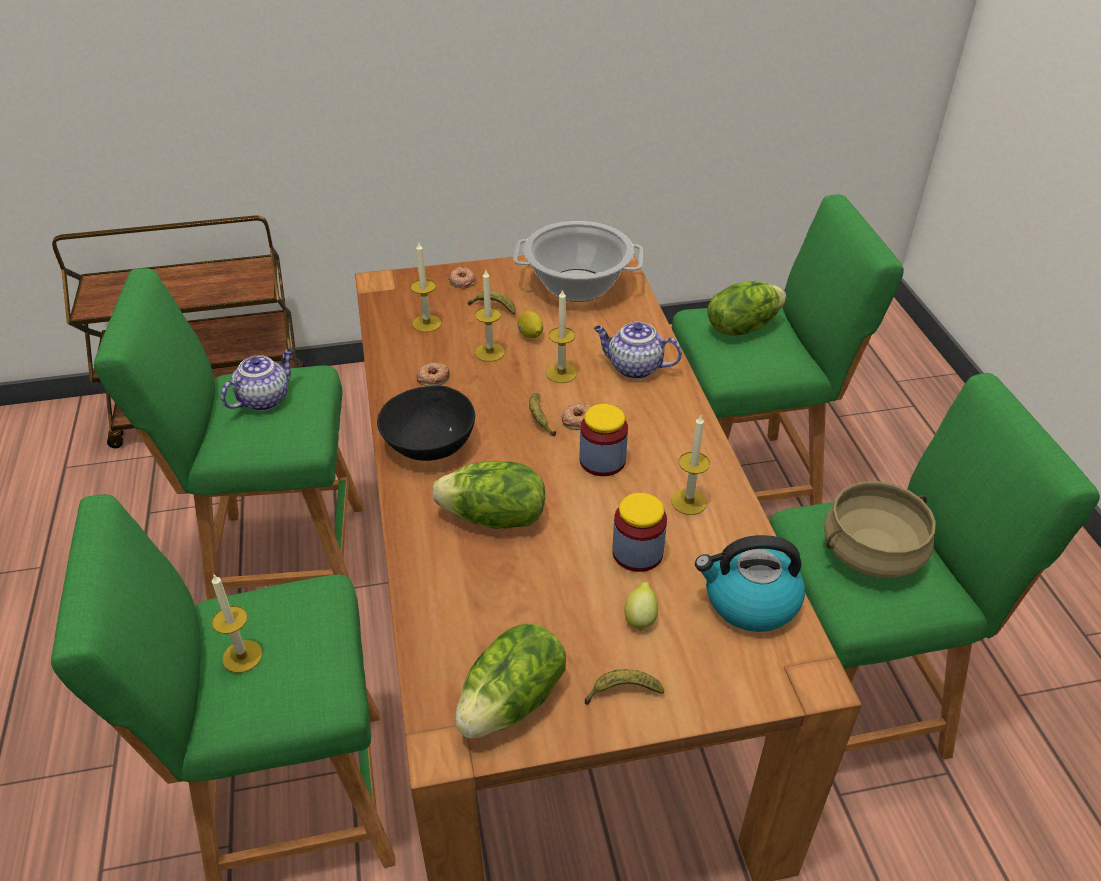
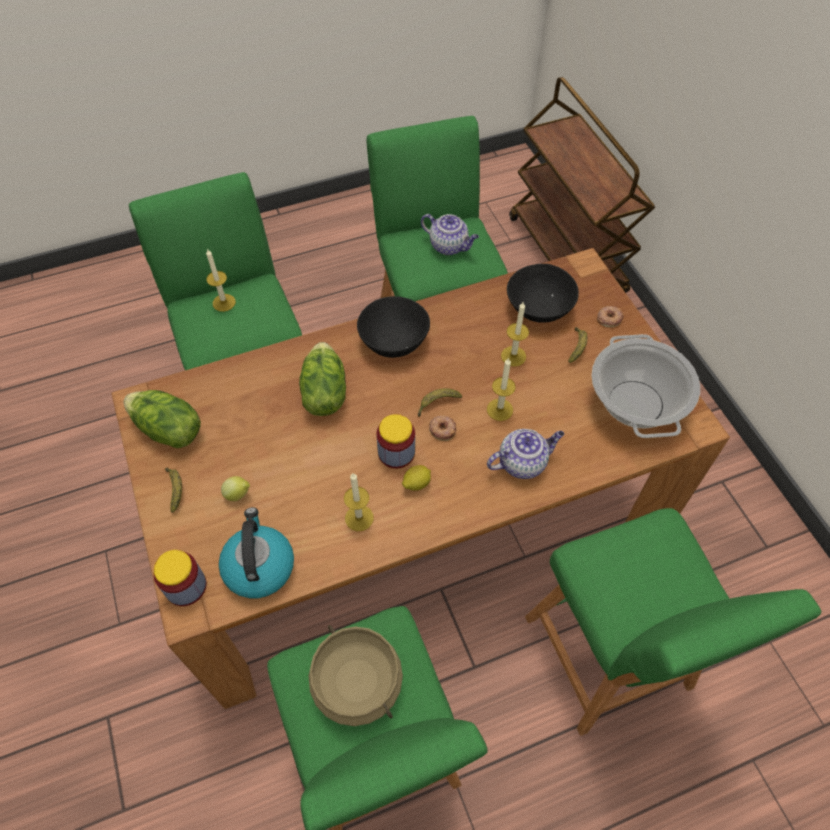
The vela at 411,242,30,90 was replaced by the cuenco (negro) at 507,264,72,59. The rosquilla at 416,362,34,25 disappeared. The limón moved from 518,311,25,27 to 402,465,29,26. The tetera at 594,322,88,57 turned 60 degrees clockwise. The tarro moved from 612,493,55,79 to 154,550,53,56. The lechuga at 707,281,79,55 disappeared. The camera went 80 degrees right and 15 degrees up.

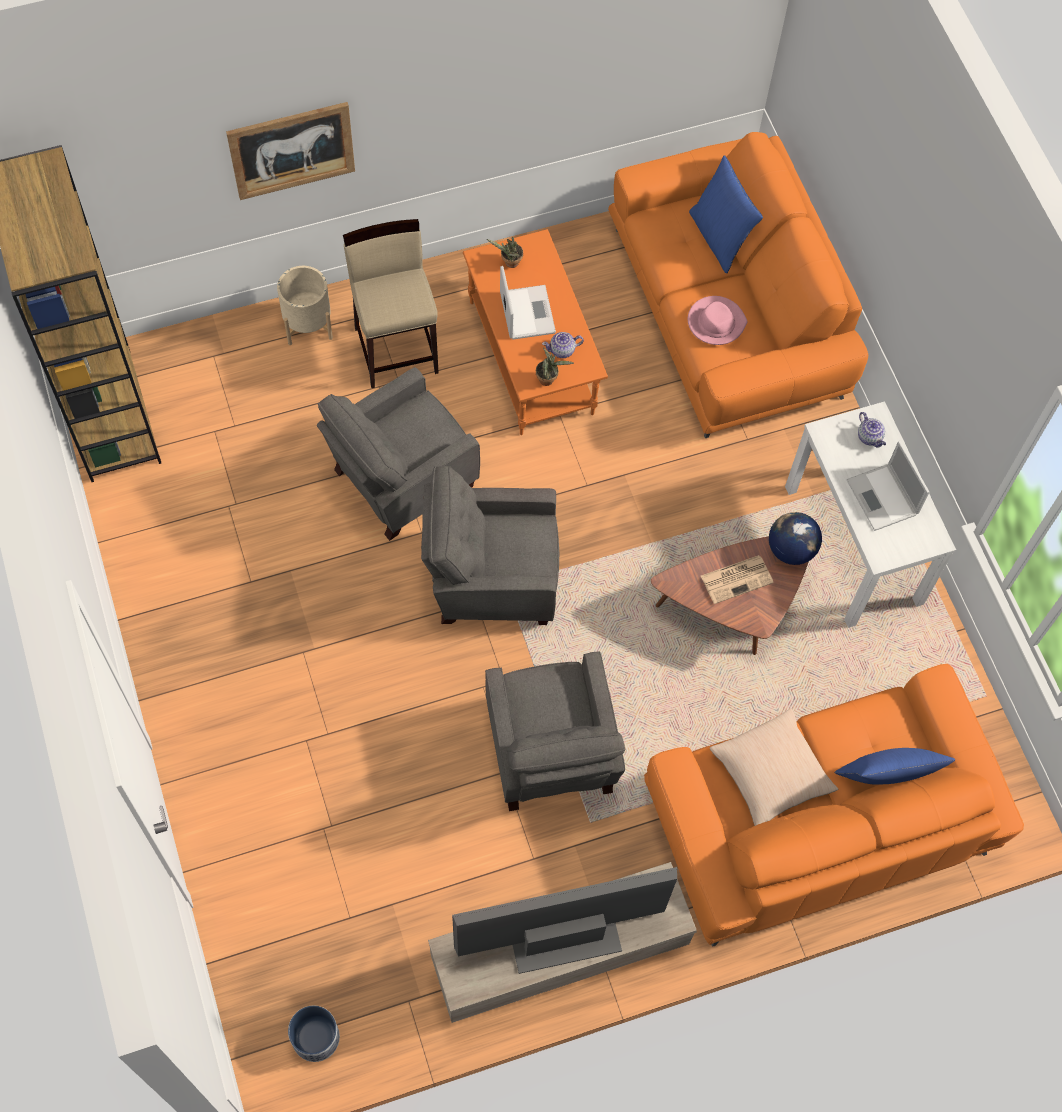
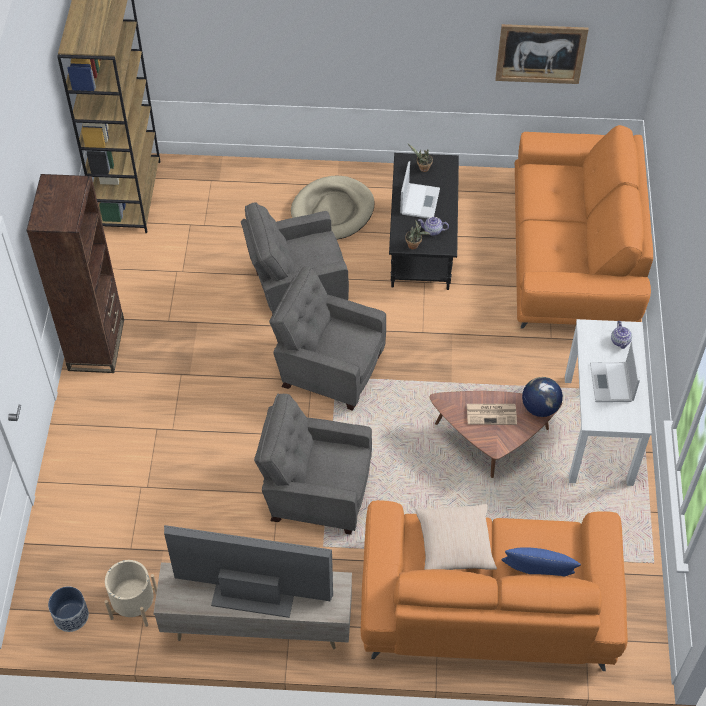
The cuadro moved from 226,102,129,98 to 495,24,94,60. The maceta (beis) moved from 277,266,56,79 to 105,560,52,67. The taburete (beis) at 343,219,96,169 was replaced by the cama para perro (beis) at 291,176,83,63. The mesa de centro (naranja) at 463,229,145,206 became the mesa de centro (negro) at 389,153,70,137. The sillón (gris) at 485,652,141,159 turned 90 degrees clockwise. The sombrero (rosa) at 688,296,60,49 disappeared. The cojín (azul) at 689,155,74,119 disappeared. The estantería (marrón) at 26,174,98,199 appeared. The camera went 25 degrees right and 10 degrees down.

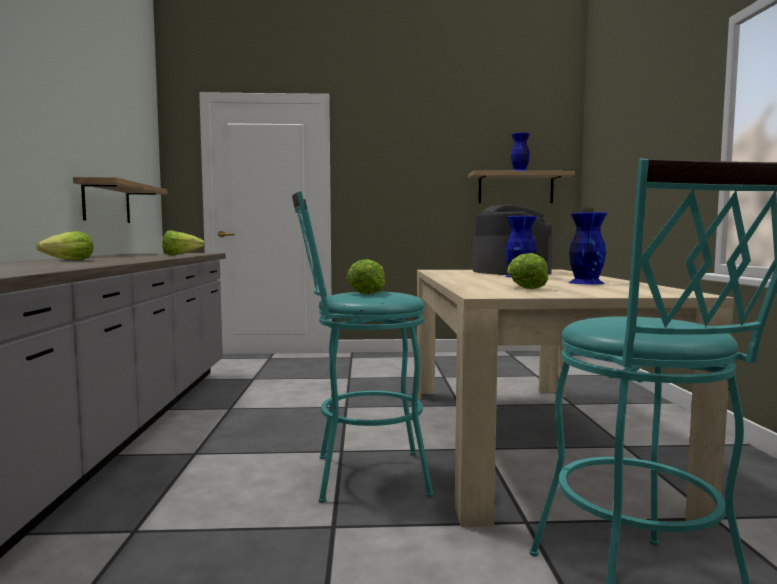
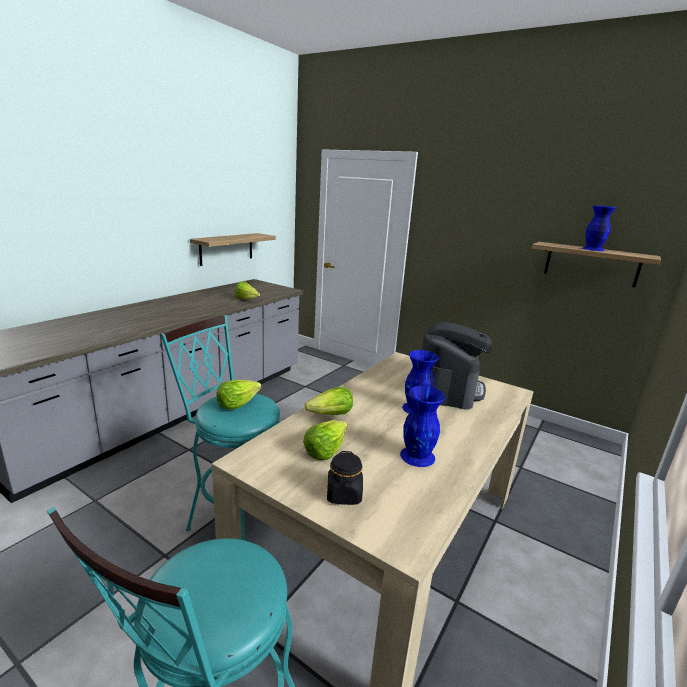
The lechuga moved from 36,231,58,29 to 305,387,48,28. The tarro (negro) at 327,451,36,54 appeared. The camera went 35 degrees right and 15 degrees up.

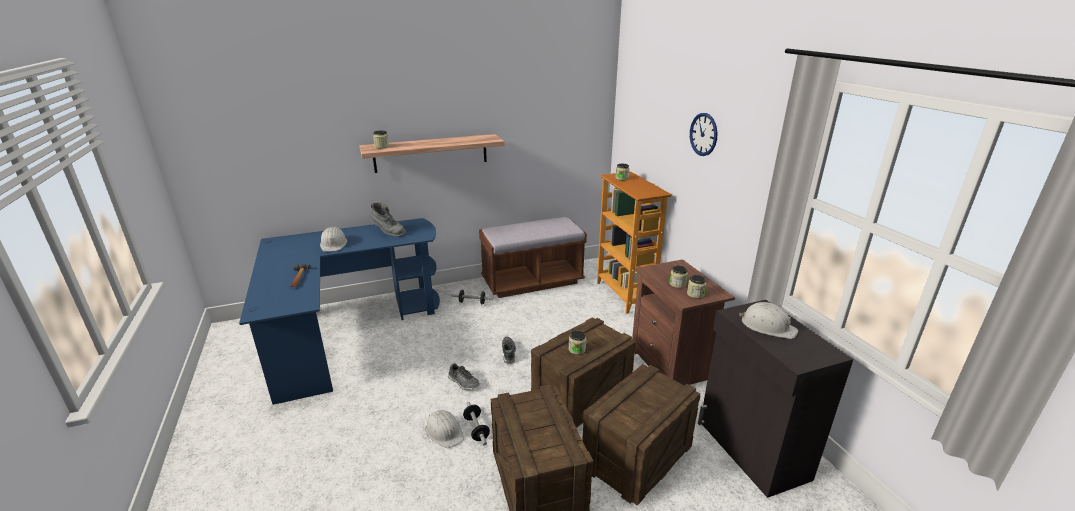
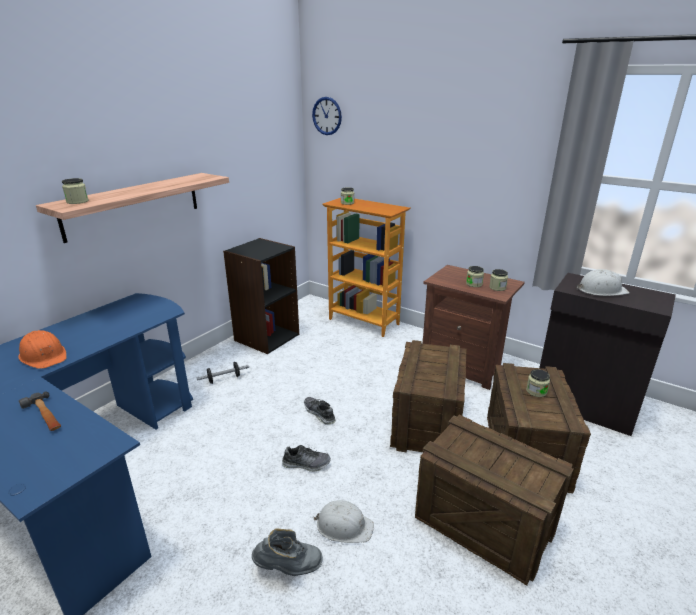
The casco (blanco) at 320,227,27,25 became the casco (naranja) at 18,330,49,39. The bota (gris) moved from 370,202,36,35 to 252,528,71,48. The mancuerna at 463,402,27,44 disappeared. The banco (marrón) at 479,217,108,81 was replaced by the estantería (negro) at 223,238,76,116. The tarro moved from 568,330,18,25 to 526,369,24,28. The reloj de pared moved from 690,113,28,43 to 312,97,30,38. The camera went 35 degrees left and 0 degrees up.

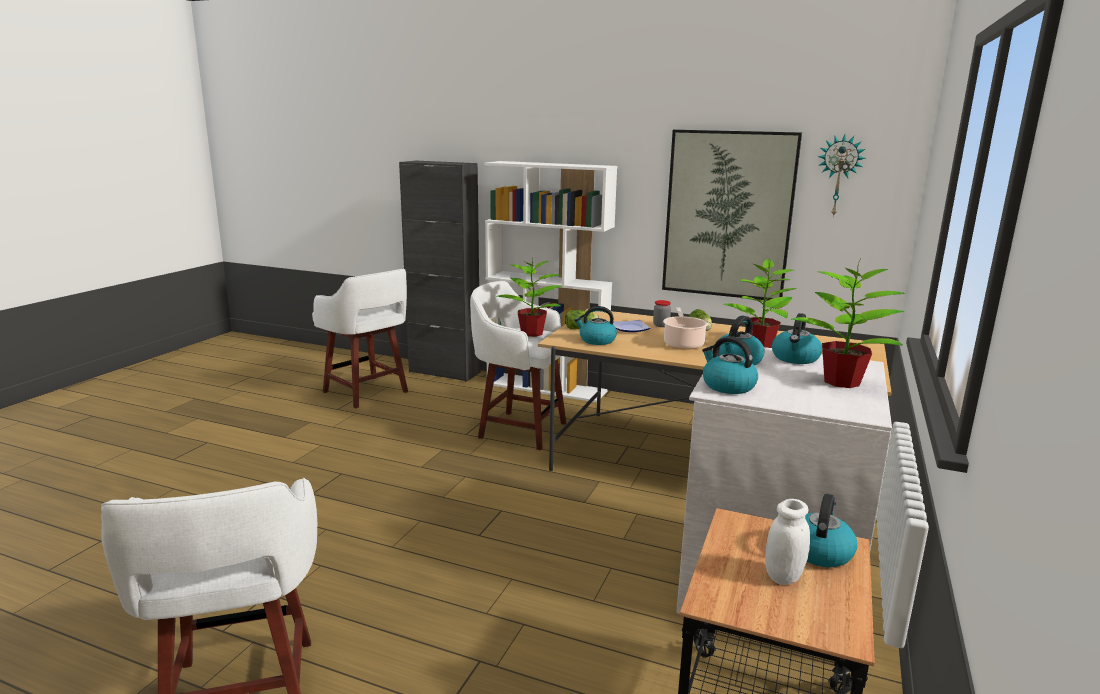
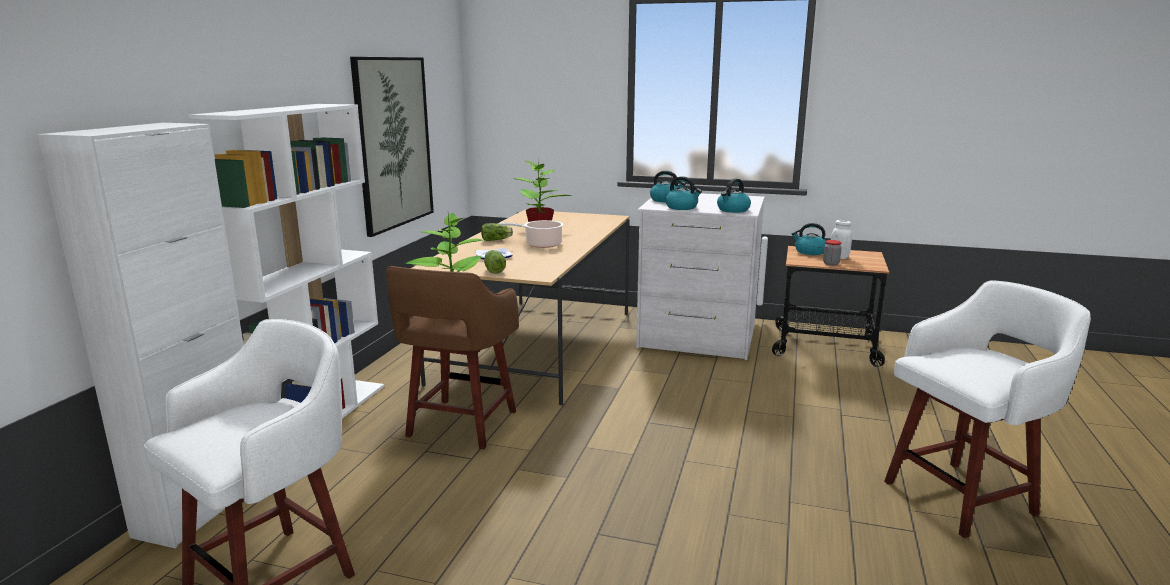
The armario (negro) at 399,161,81,221 became the armario (blanco) at 37,123,207,425. The taburete (blanco) at 470,281,96,169 became the taburete (marrón) at 386,266,133,183. The hervidor at 574,306,43,39 disappeared. The tarro moved from 653,300,18,27 to 823,240,19,26. The planta en maceta at 792,260,114,128 disappeared. The reloj de pared at 818,134,48,83 disappeared. The camera went 95 degrees left and 0 degrees up.

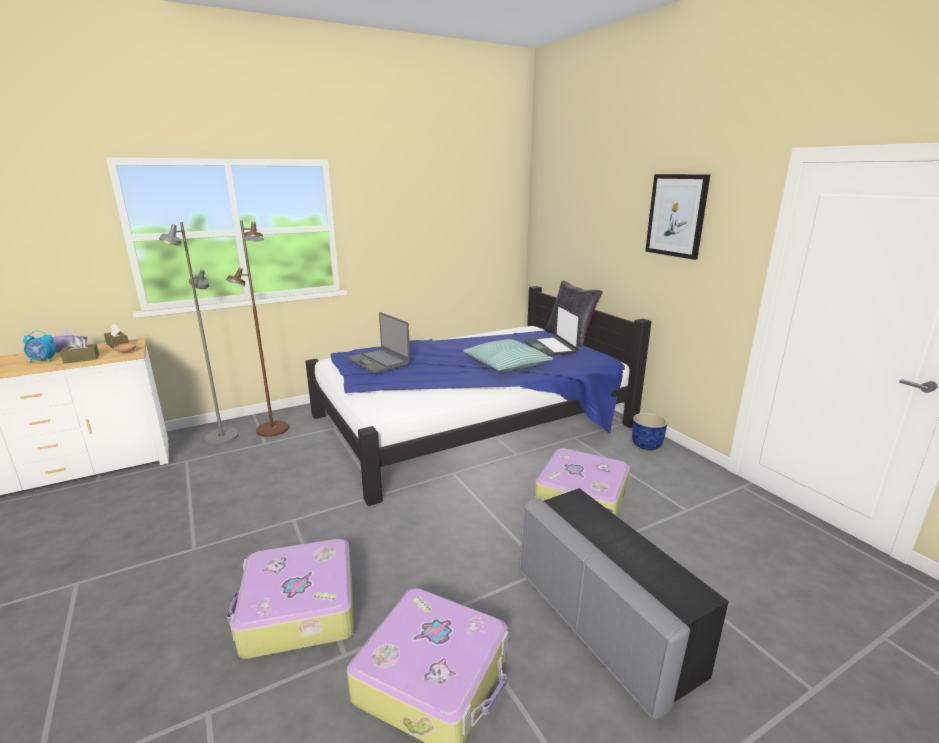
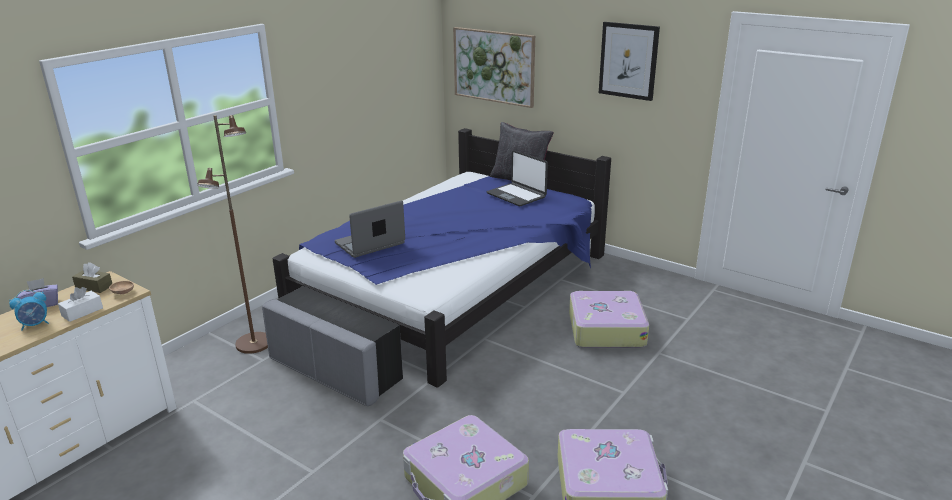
The caja de pañuelos (marrón) at 60,337,39,27 became the caja de pañuelos (blanco) at 58,287,45,35. The lámpara de pie (gris) at 159,222,80,223 disappeared. The portátil at 348,312,62,62 turned 120 degrees clockwise. The cojín at 463,339,91,33 disappeared. The puf (gris) moved from 519,488,210,231 to 262,286,141,120. The maceta (azul) at 632,413,35,37 disappeared. The cuadro at 453,27,82,81 appeared. The camera went 25 degrees left and 5 degrees up.

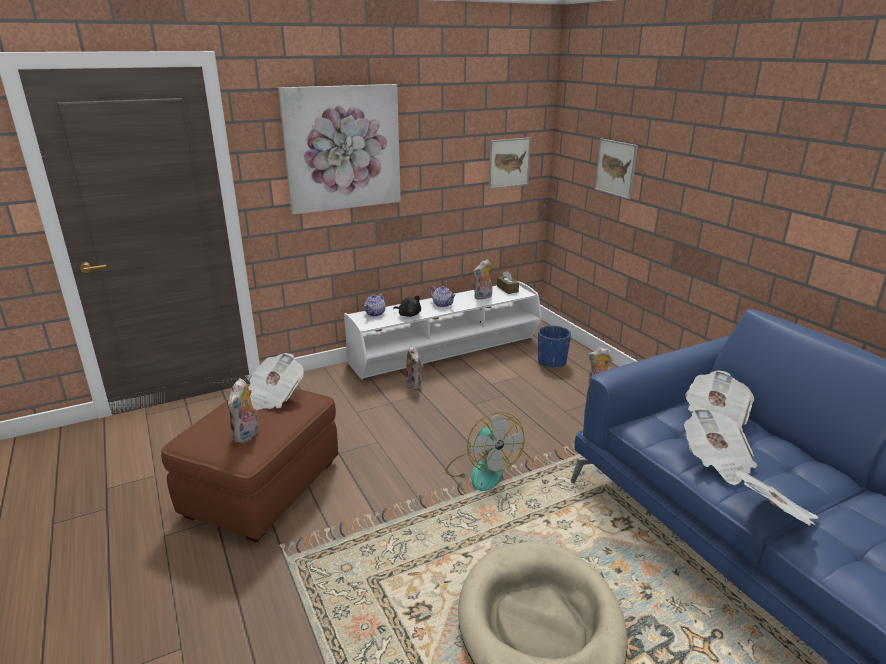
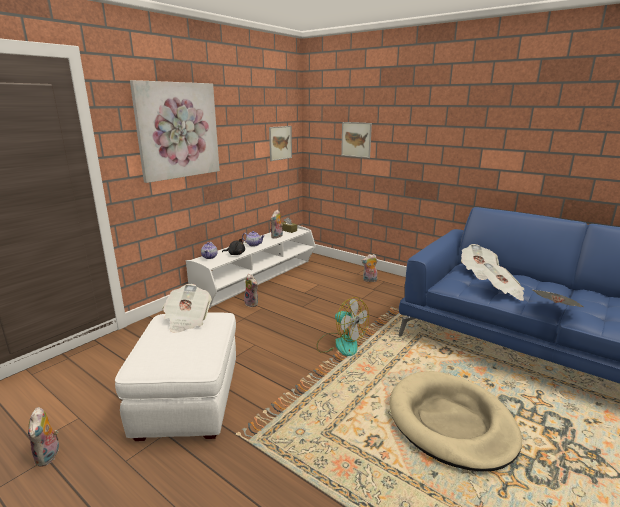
The puf (marrón) at 161,385,177,158 became the puf (blanco) at 115,313,121,128. The peluche moved from 227,378,32,65 to 28,407,31,60. The maceta (azul) at 538,326,33,42 disappeared. The camera went 25 degrees left and 5 degrees down.

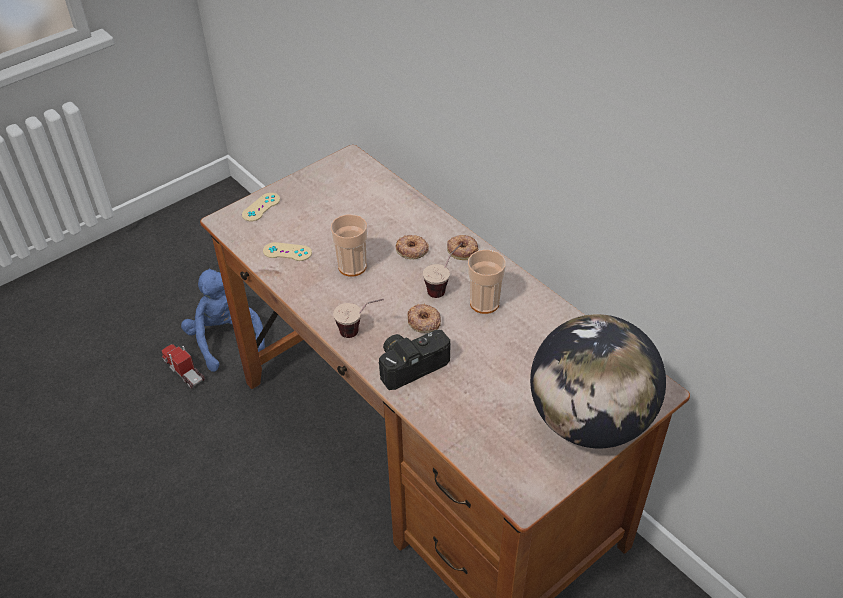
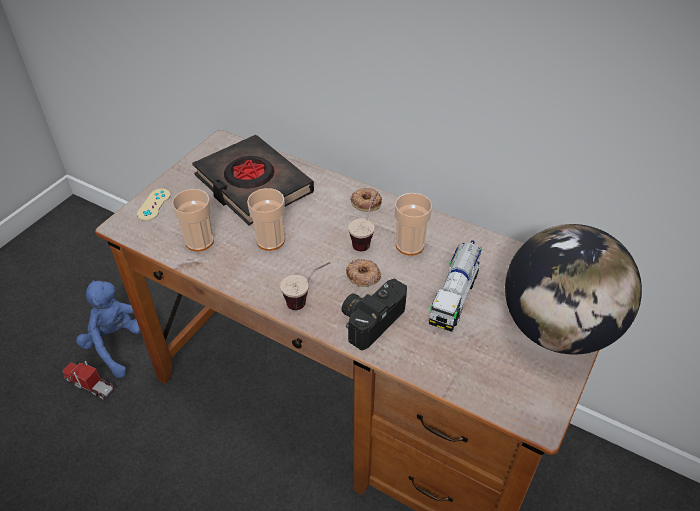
The mando de consola (beis) at 263,242,49,19 was replaced by the taza at 172,189,42,62. The rosquilla at 396,235,33,24 disappeared. The libro (negro) at 192,135,122,90 appeared. The camión de juguete at 429,240,53,92 appeared. The camera went 20 degrees left and 0 degrees up.

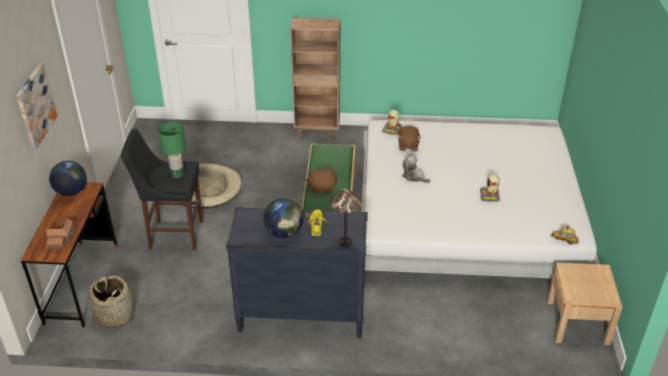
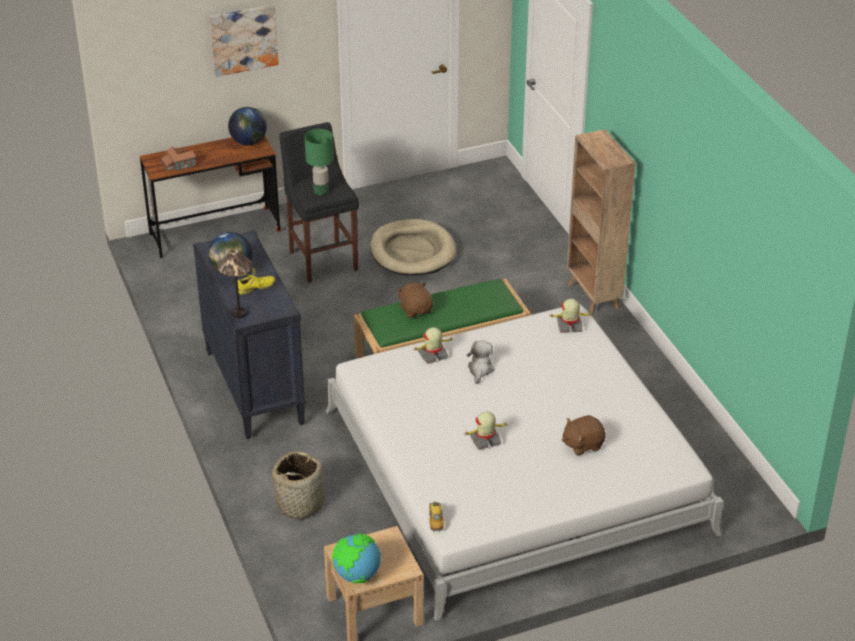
The cesta moved from 89,275,45,54 to 272,451,56,68. The peluche (marrón) moved from 398,126,23,25 to 562,415,44,41. The globo terráqueo at 332,534,49,49 appeared. The robot de juguete at 413,327,41,37 appeared. The camera went 65 degrees right and 0 degrees up.

